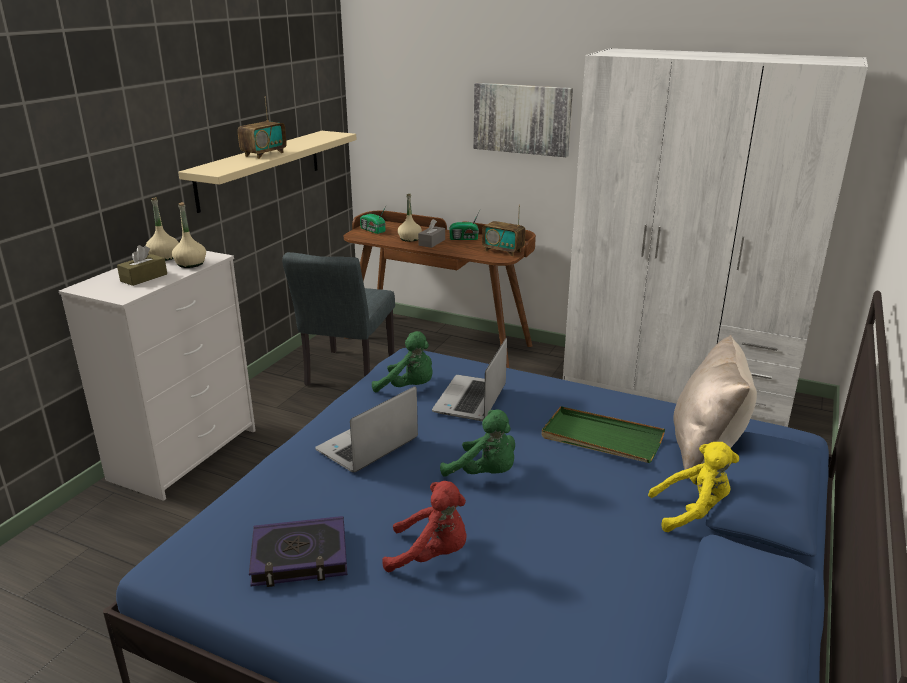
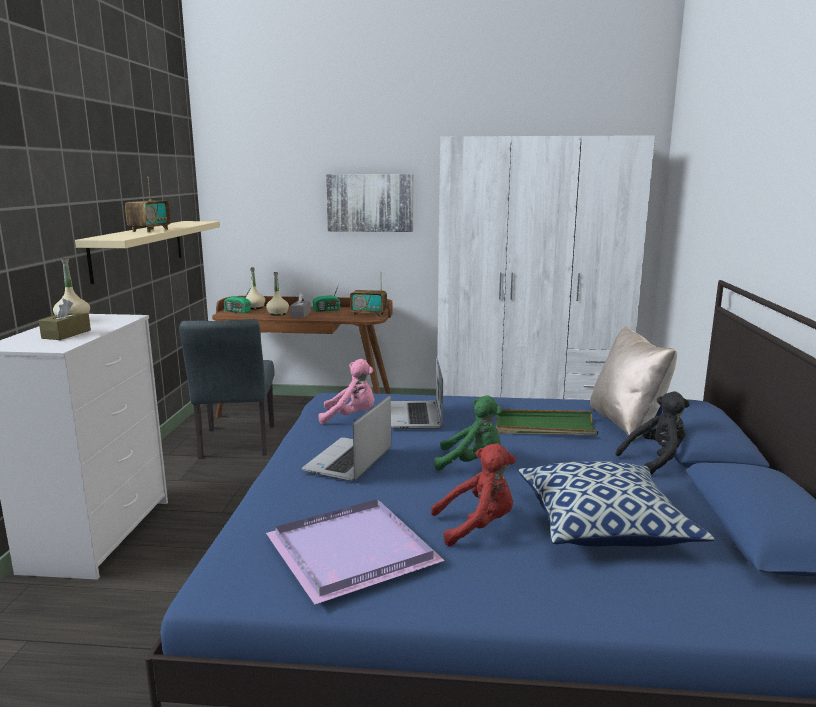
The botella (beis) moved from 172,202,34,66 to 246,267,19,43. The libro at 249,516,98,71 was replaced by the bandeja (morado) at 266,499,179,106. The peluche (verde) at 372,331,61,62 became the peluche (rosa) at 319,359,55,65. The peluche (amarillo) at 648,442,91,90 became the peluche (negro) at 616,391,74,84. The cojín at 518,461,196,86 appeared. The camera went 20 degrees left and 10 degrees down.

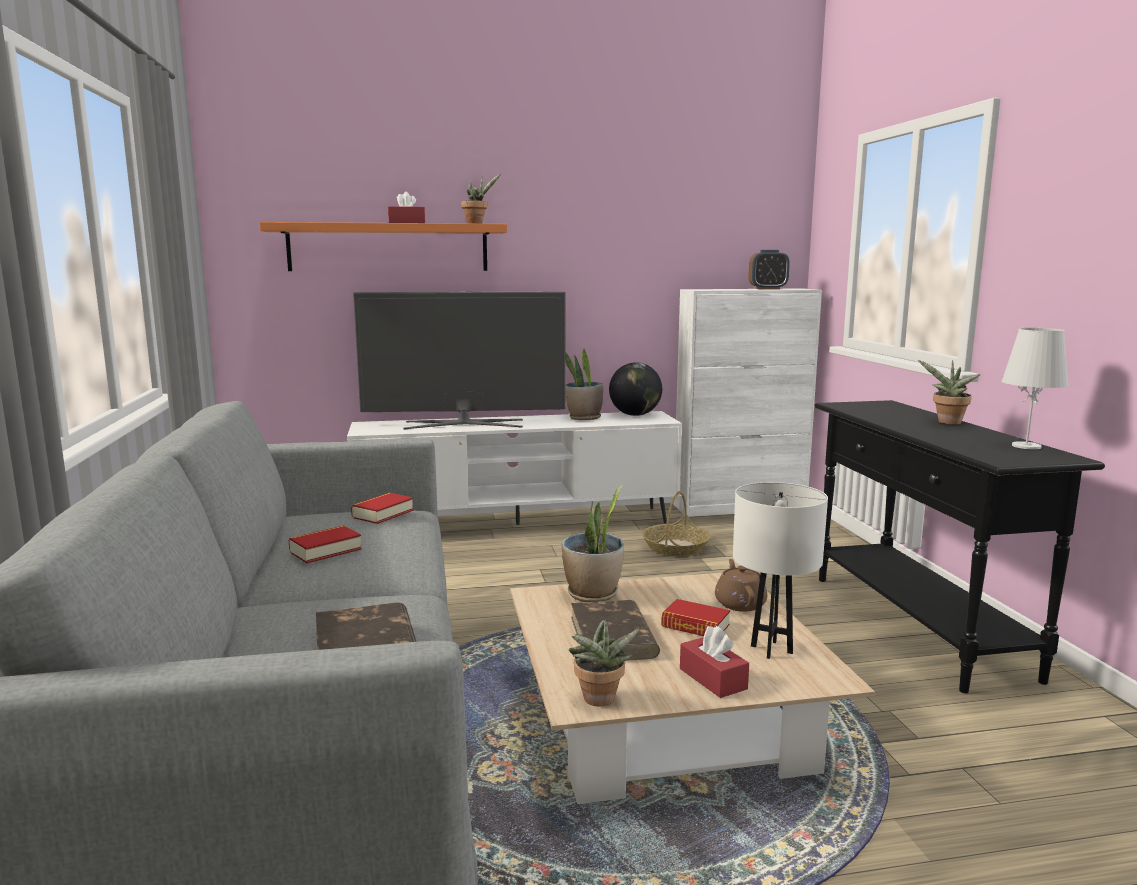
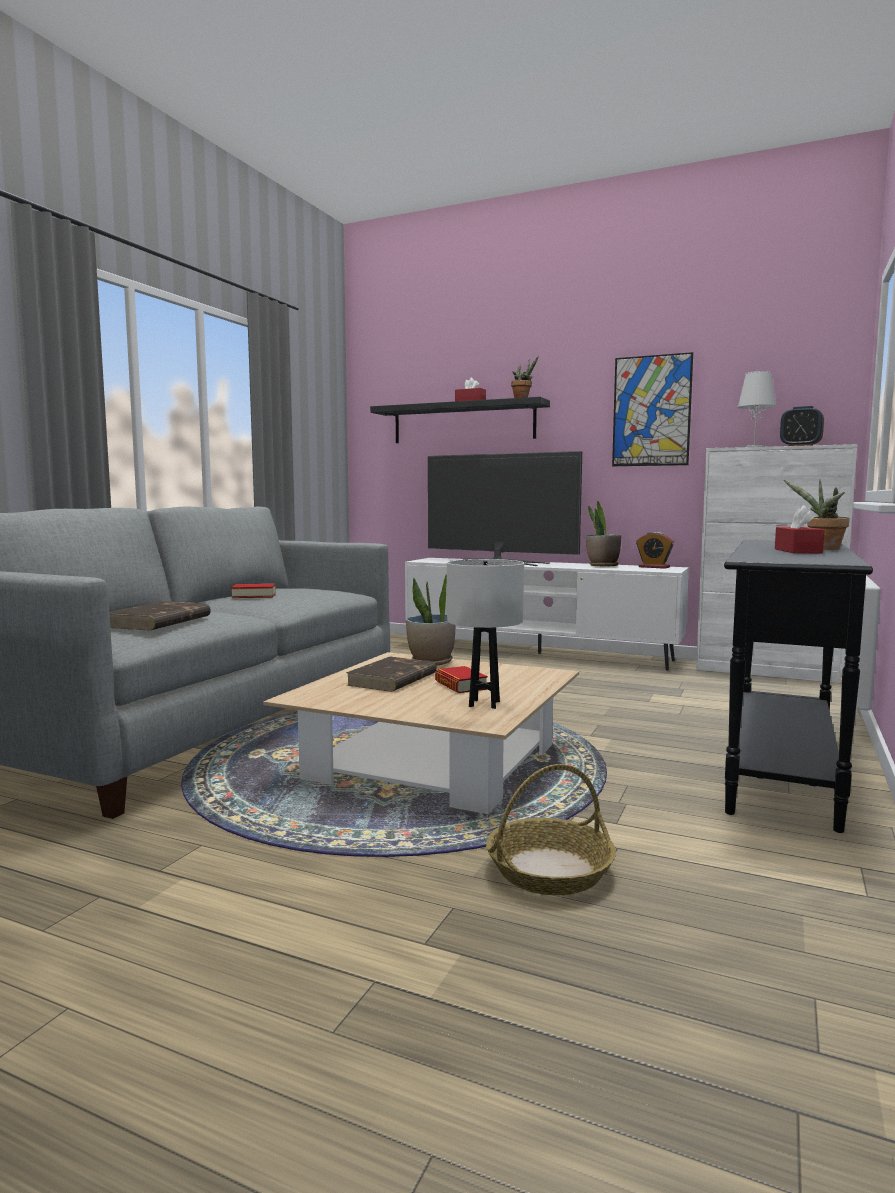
The estante (naranja) at 259,222,248,49 became the estante (negro) at 370,397,180,46. The libro at 351,493,63,31 disappeared. The planta en maceta at 569,620,70,87 disappeared. The globo terráqueo at 609,362,53,54 was replaced by the despertador at 636,532,38,37. The cesta moved from 642,491,68,65 to 486,764,130,131. The caja de pañuelos (rojo) moved from 680,626,69,72 to 775,505,50,48. The tetera (marrón) at 715,559,52,53 disappeared. The lámpara de mesa (blanco) moved from 1001,328,68,121 to 737,371,39,76. The cuadro at 612,352,81,114 appeared. The camera went 35 degrees right and 5 degrees down.

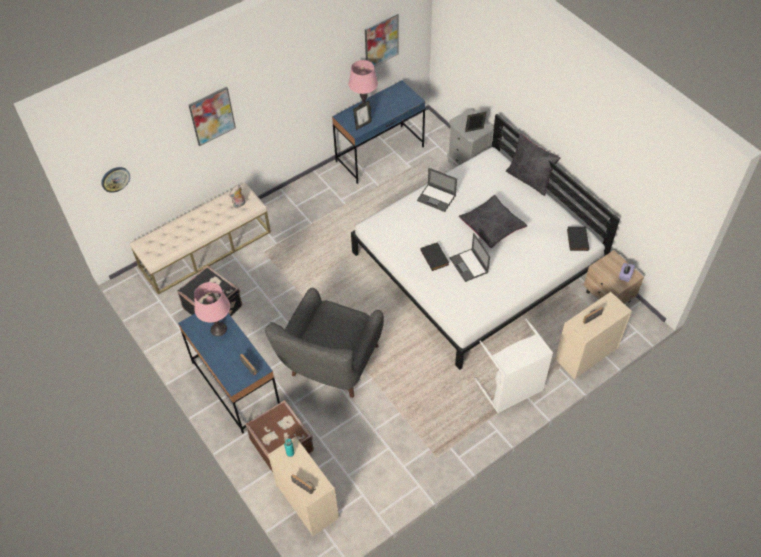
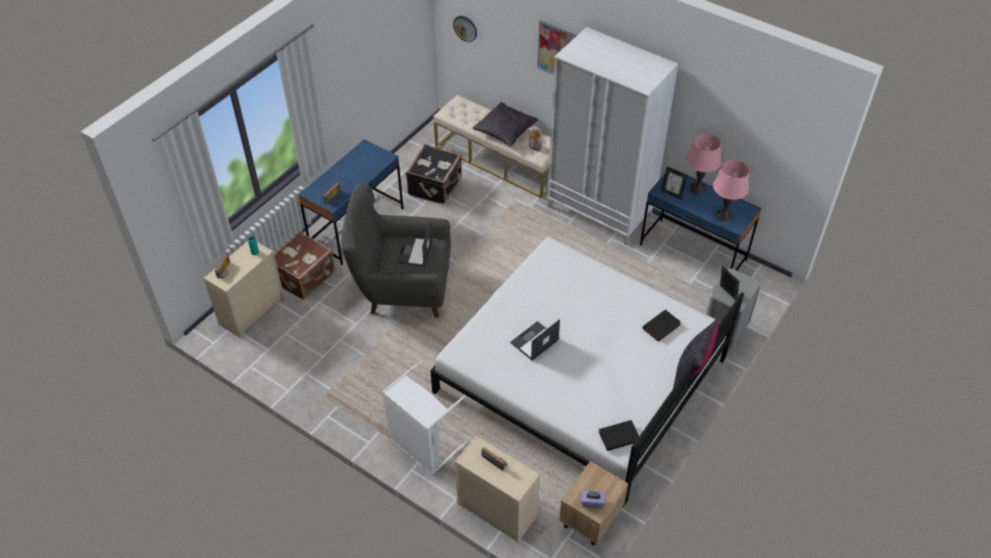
The lámpara de mesa (rosa) moved from 194,282,36,54 to 713,160,36,61. The cuadro at 365,13,34,53 disappeared. The portátil moved from 417,168,40,44 to 397,221,36,46. The libro (negro) moved from 420,242,29,29 to 643,309,38,33. The cojín (negro) moved from 459,195,68,53 to 472,102,67,45. The armario ropero (blanco) at 547,27,132,219 appeared. The camera went 70 degrees right and 5 degrees down.

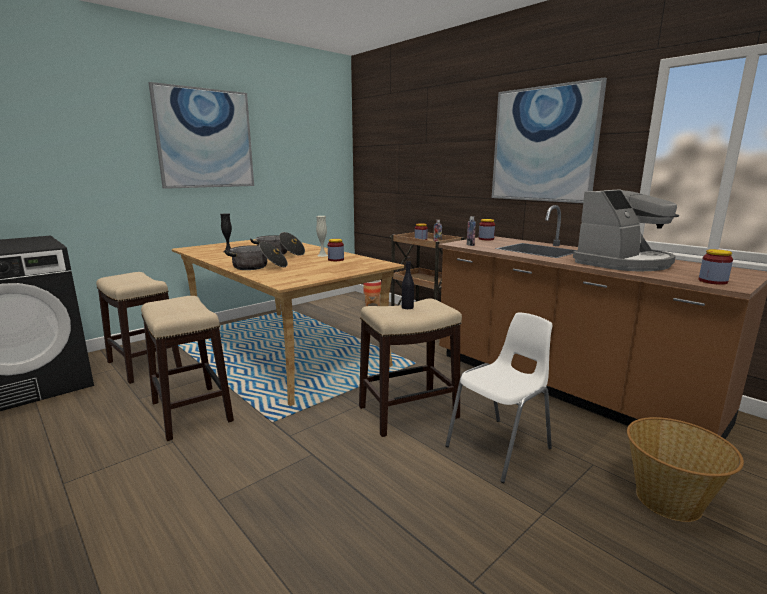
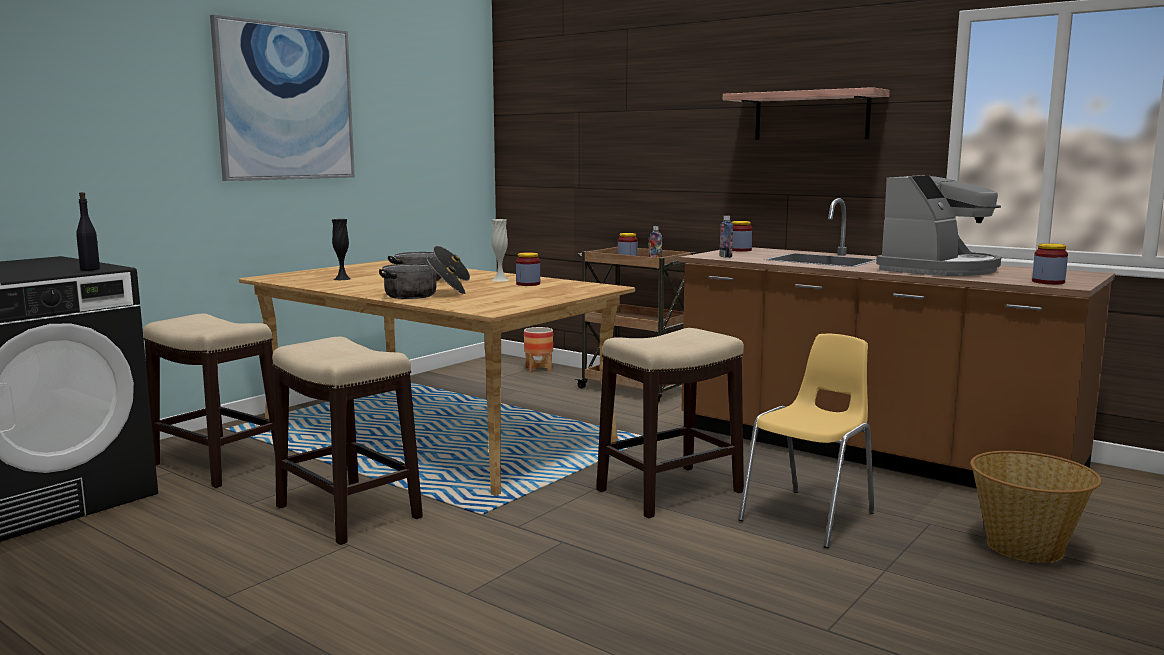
The botella (negro) moved from 402,256,12,53 to 76,192,24,79. The silla (blanco) at 445,312,107,171 became the silla (amarillo) at 738,334,137,214. The cuadro at 492,77,115,126 was replaced by the estante at 723,87,167,53. The camera went 10 degrees left and 5 degrees down.

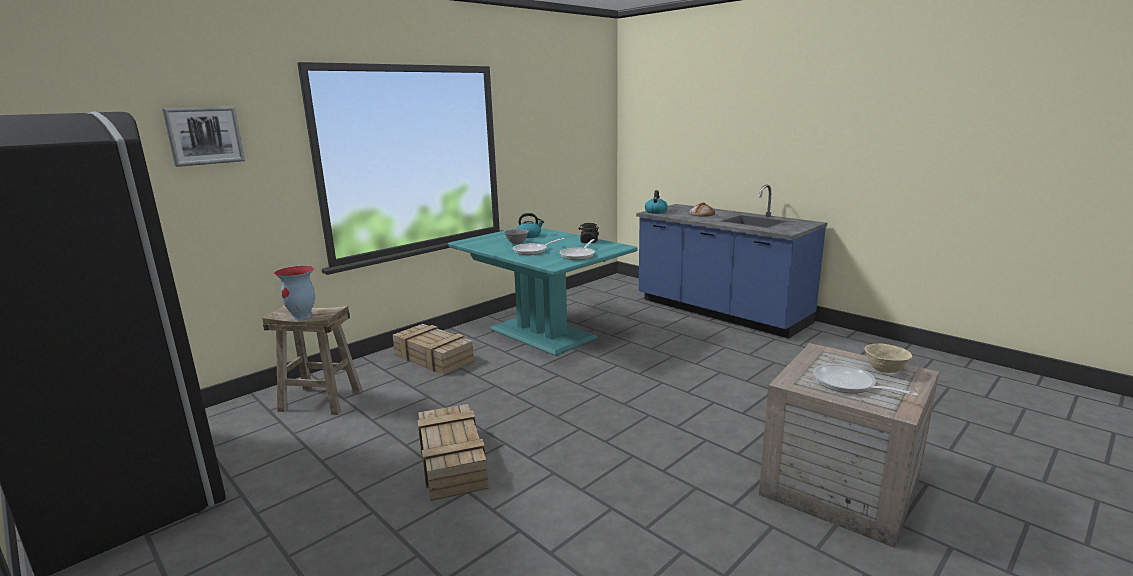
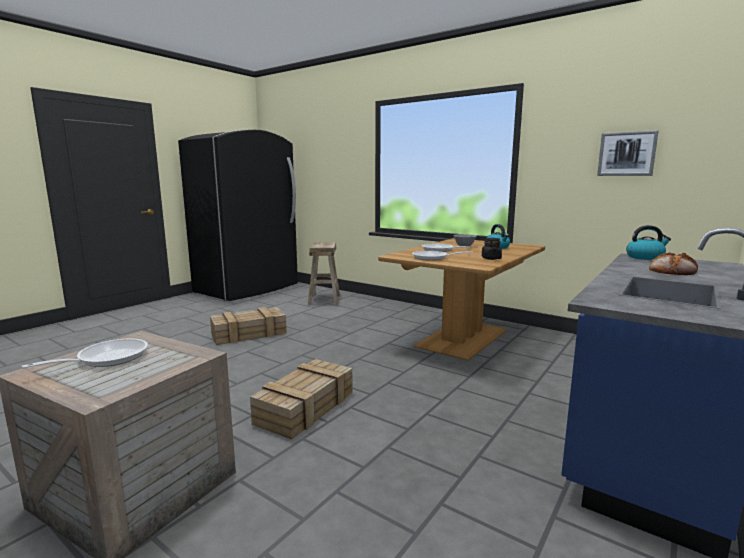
The cuadro moved from 162,107,83,60 to 597,130,62,46. The florero at 274,266,41,54 disappeared. The caja de embalaje moved from 392,324,82,51 to 250,359,103,80. The mesa de comedor (turquesa) at 448,228,189,128 became the mesa de comedor (marrón) at 378,238,167,123. The cuenco (beis) at 864,343,48,30 disappeared. The camera went 80 degrees right and 5 degrees down.

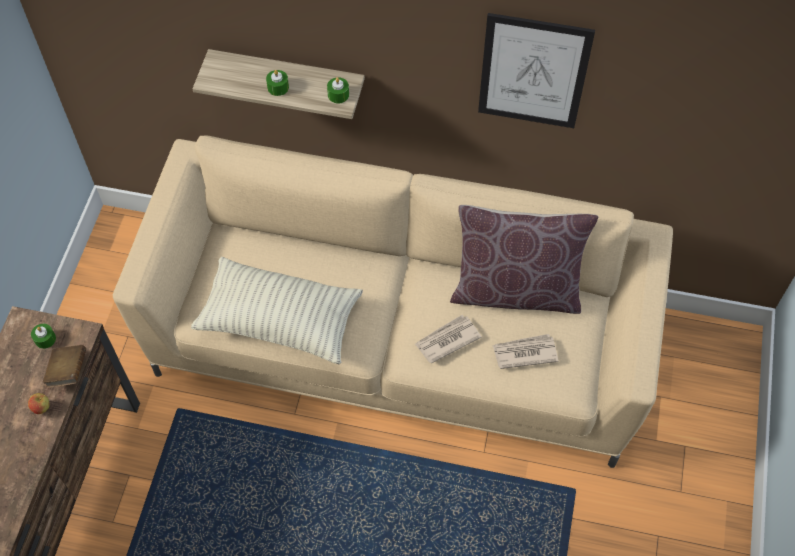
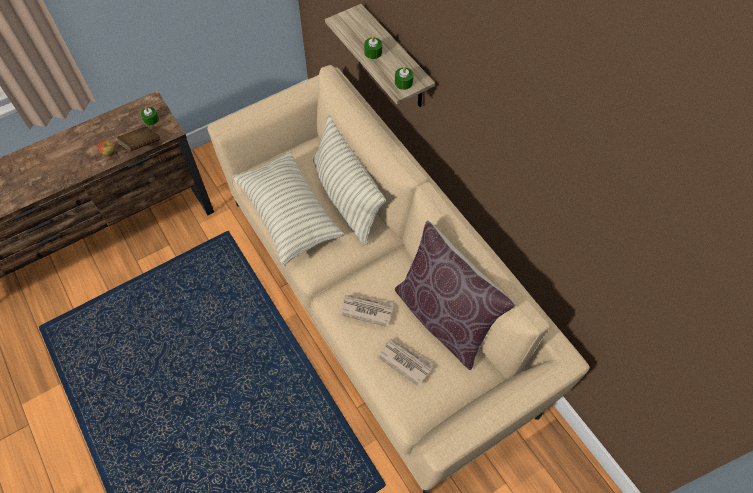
The cuadro at 478,13,117,115 disappeared. The cojín at 313,114,73,131 appeared. The camera went 45 degrees right and 0 degrees up.

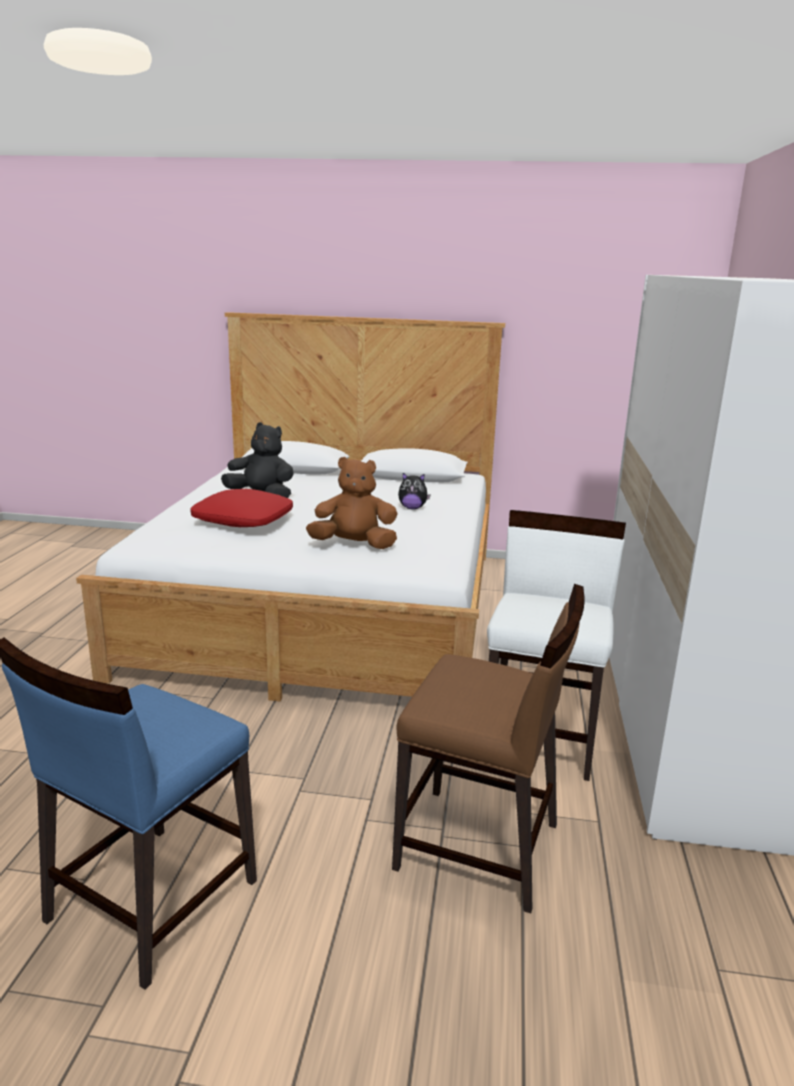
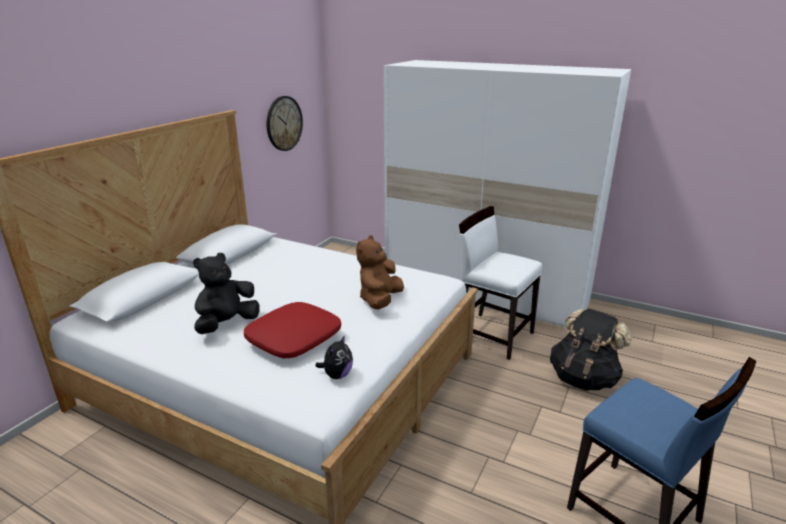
The silla (marrón) at 392,584,193,329 was replaced by the mochila (negro) at 550,309,82,82. The peluche moved from 398,473,33,36 to 315,335,38,44. The reloj de pared at 267,96,36,55 appeared. The camera went 70 degrees left and 5 degrees up.

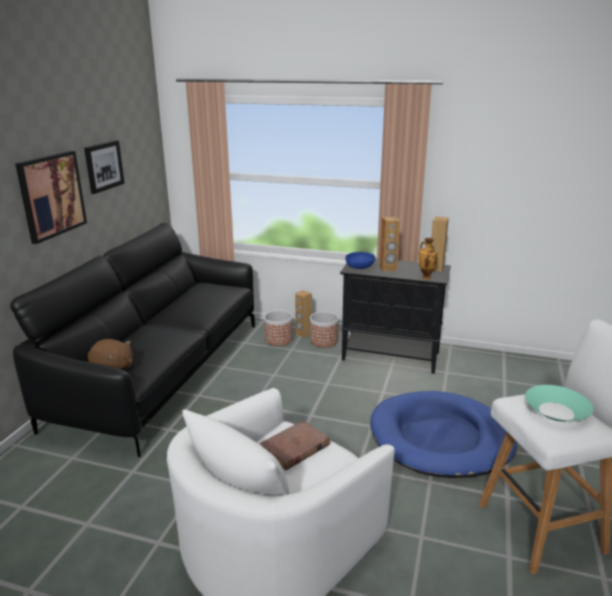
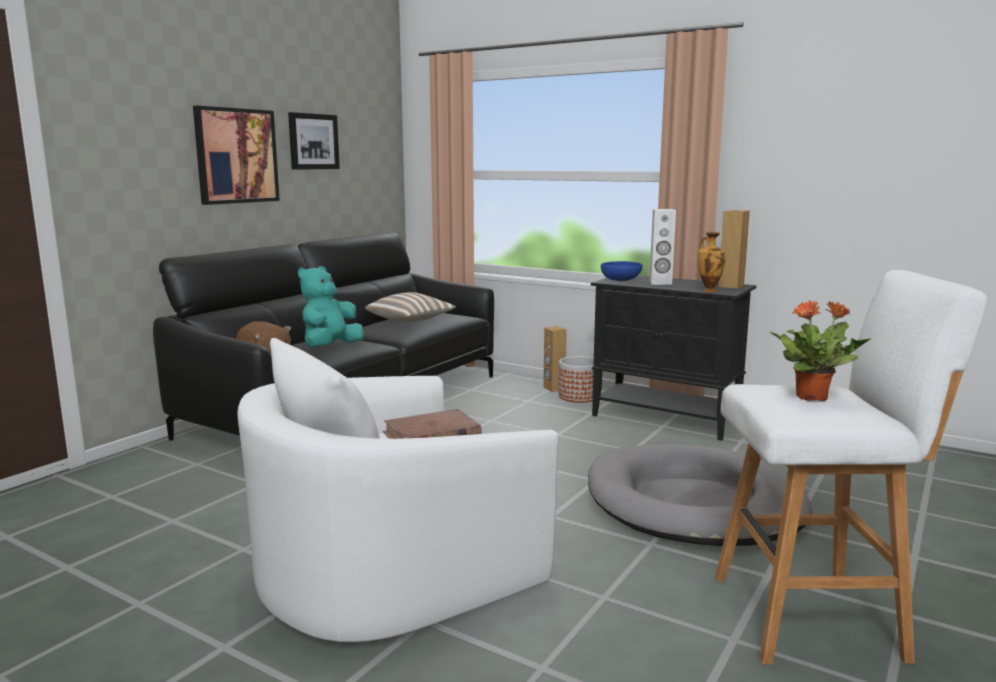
The maceta at 264,310,29,36 disappeared. The cama para perro (azul) at 370,391,147,87 became the cama para perro (gris) at 588,444,224,102. The altavoz (marrón) at 379,217,21,55 became the altavoz (blanco) at 649,209,27,76. The cuenco (turquesa) at 525,385,68,37 was replaced by the planta en maceta at 769,300,103,101. The peluche (turquesa) at 298,266,66,81 appeared. The cojín at 365,292,91,30 appeared. The camera went 15 degrees right and 10 degrees down.

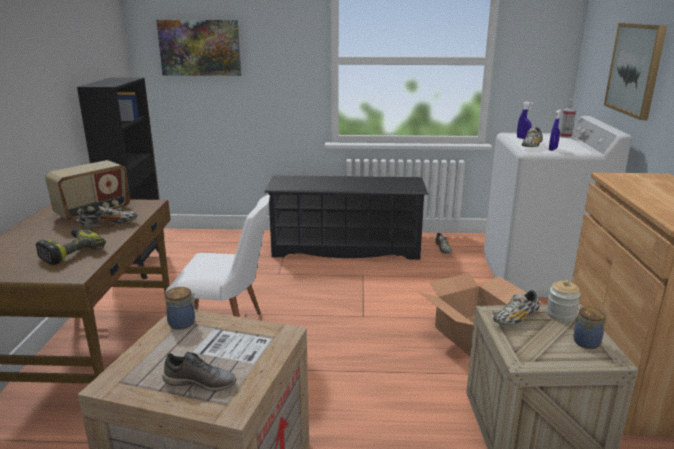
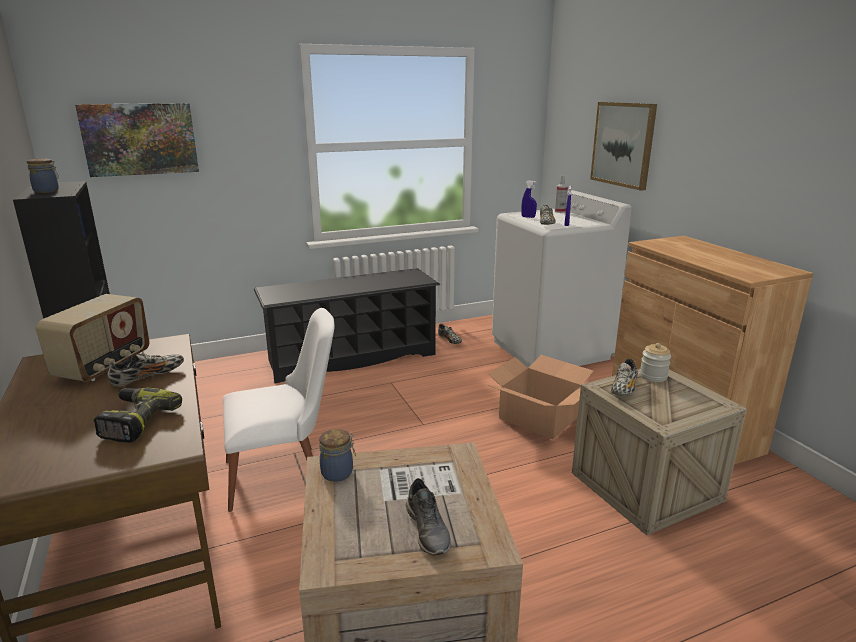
The zapato (gris) at 162,352,74,40 turned 90 degrees clockwise. The tarro moved from 573,307,33,42 to 27,158,32,35. The camera went 25 degrees left and 0 degrees up.

